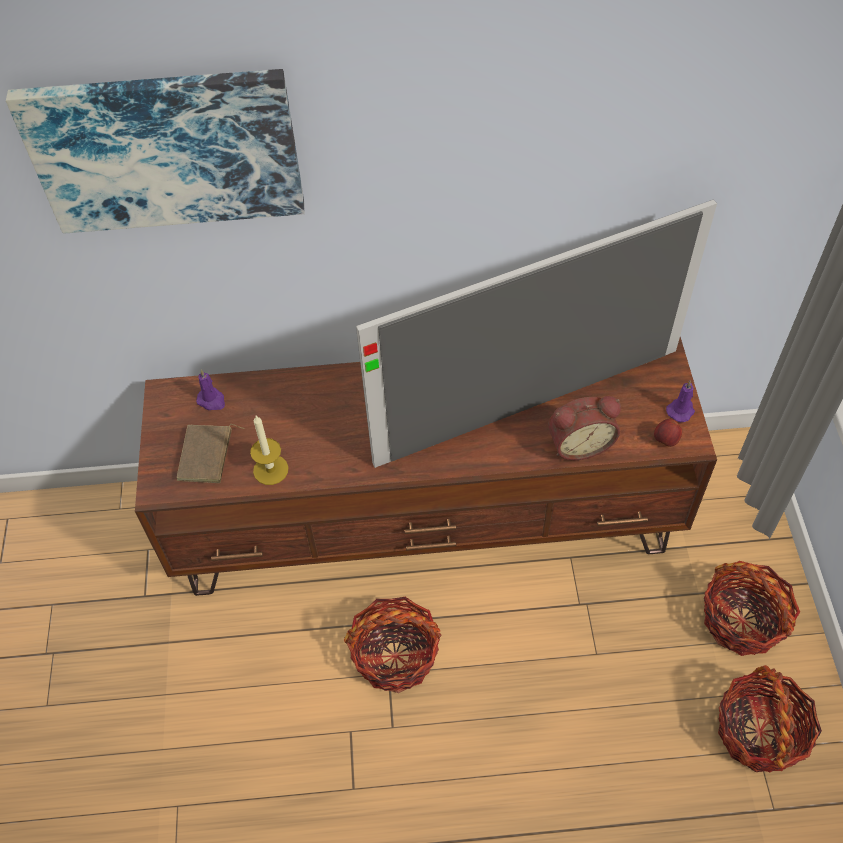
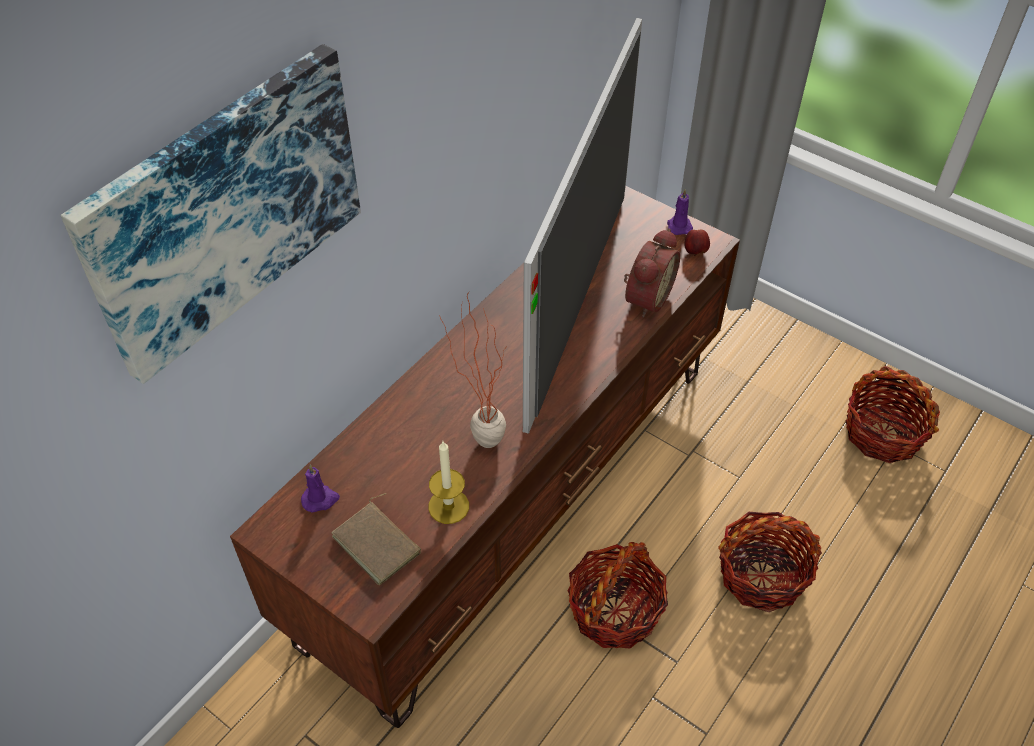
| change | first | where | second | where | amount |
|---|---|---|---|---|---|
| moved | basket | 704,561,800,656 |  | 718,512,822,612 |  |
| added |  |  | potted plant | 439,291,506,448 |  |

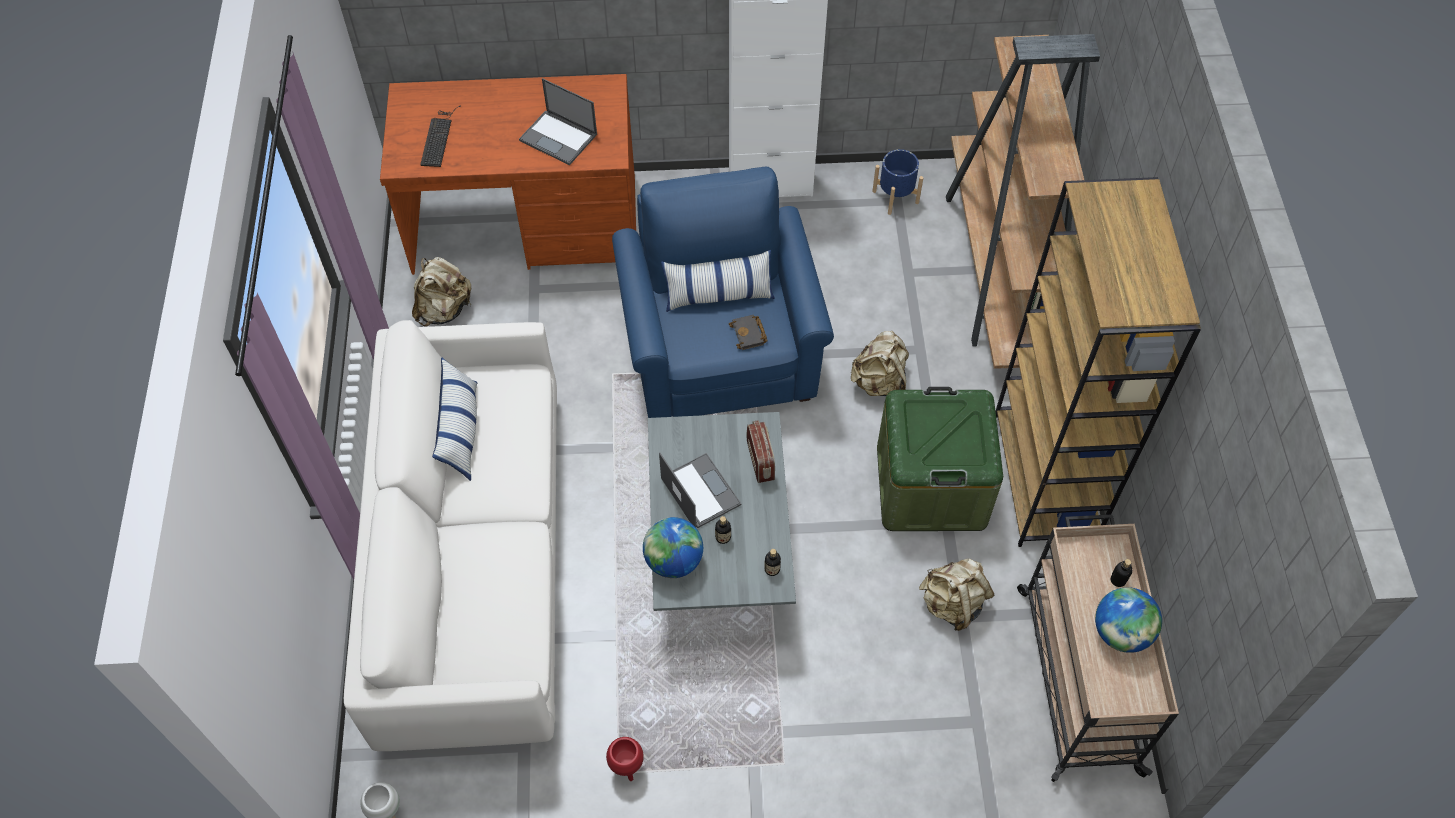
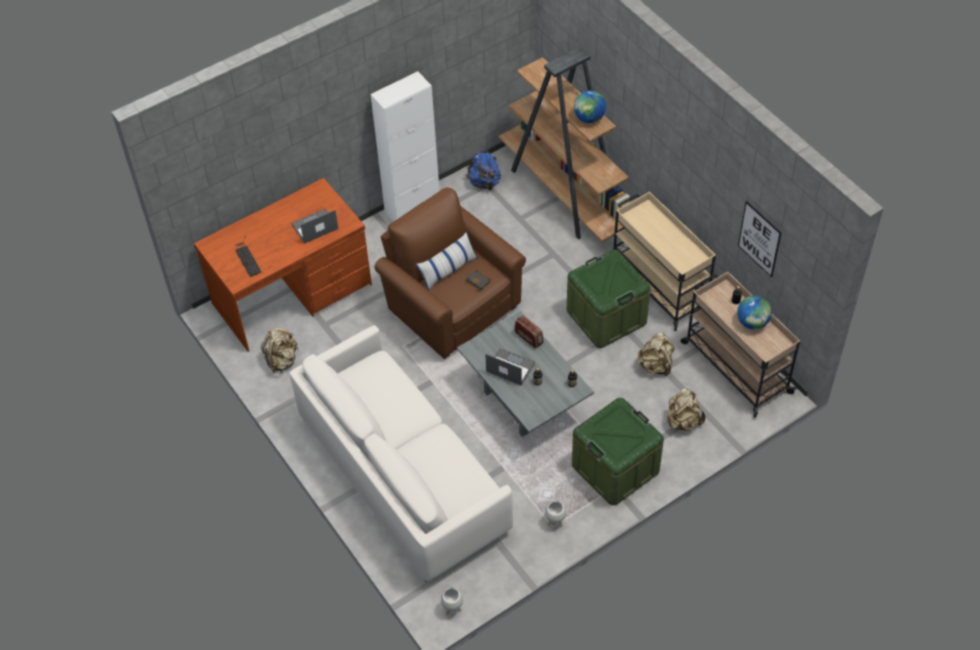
| change | first | where | second | where | amount |
|---|---|---|---|---|---|
| removed | pillow | 432,358,477,481 |  |  |  |
| turned | laptop | 519,78,597,165 |  | 291,209,338,244 | 150 degrees clockwise |
| recoloured | red planter | 606,737,644,781 | white planter | 545,501,566,527 |  |
| recoloured | blue armchair | 612,167,834,418 | brown armchair | 375,188,526,359 |  |
| moved | globe | 643,517,703,578 |  | 574,91,606,123 |  |
| moved | beige backpack | 851,331,909,397 |  | 667,388,705,431 |  |
| replaced | blue planter | 872,149,923,215 | blue backpack | 466,148,501,191 |  |
| replaced | brown bookcase | 996,177,1201,547 | beige cart | 613,192,716,331 |  |
| added |  |  | green storage box | 572,398,664,505 |  |
| added |  |  | picture | 738,201,781,277 |  |

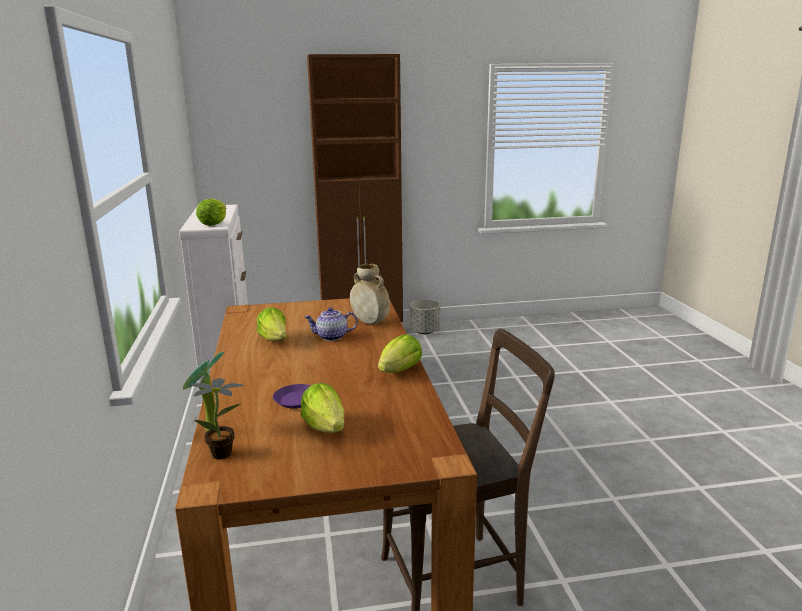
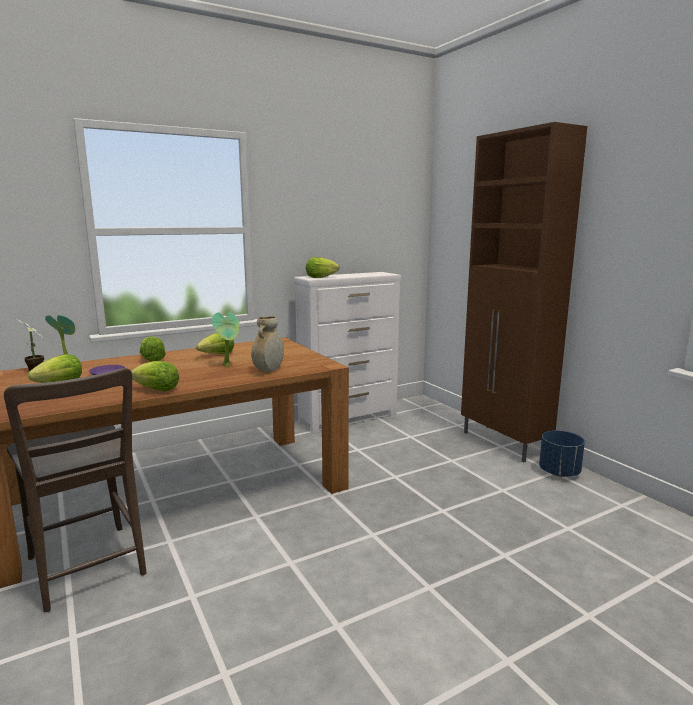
| change | first | where | second | where | amount |
|---|---|---|---|---|---|
| replaced | teapot | 305,307,358,341 | potted plant | 212,312,240,367 |  |
| recoloured | grey planter | 409,299,440,334 | blue planter | 539,430,585,477 |  |
| added |  |  | lettuce | 140,337,166,362 |  |

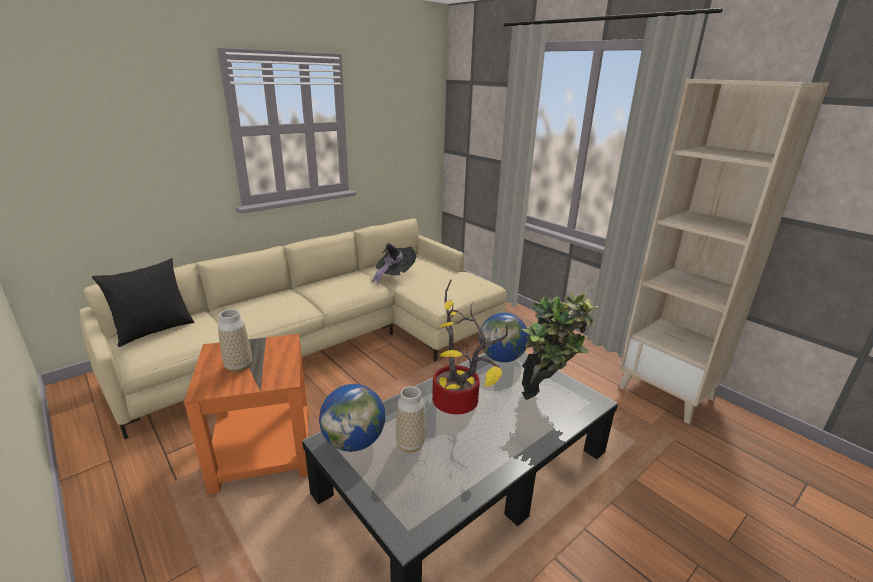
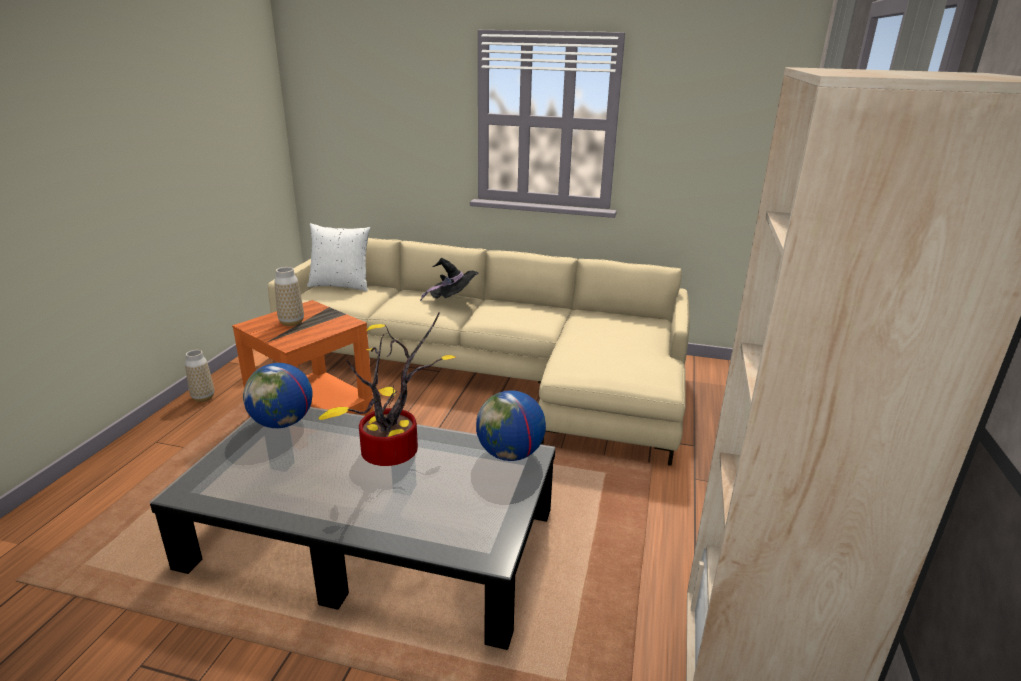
| change | first | where | second | where | amount |
|---|---|---|---|---|---|
| recoloured | black pillow | 92,258,194,347 | white pillow | 307,223,370,291 |  |
| moved | black hat | 372,243,416,284 |  | 420,258,479,301 |  |
| moved | vase | 396,386,425,452 |  | 185,350,214,402 |  |
| removed | potted plant | 522,292,599,400 |  |  |  |

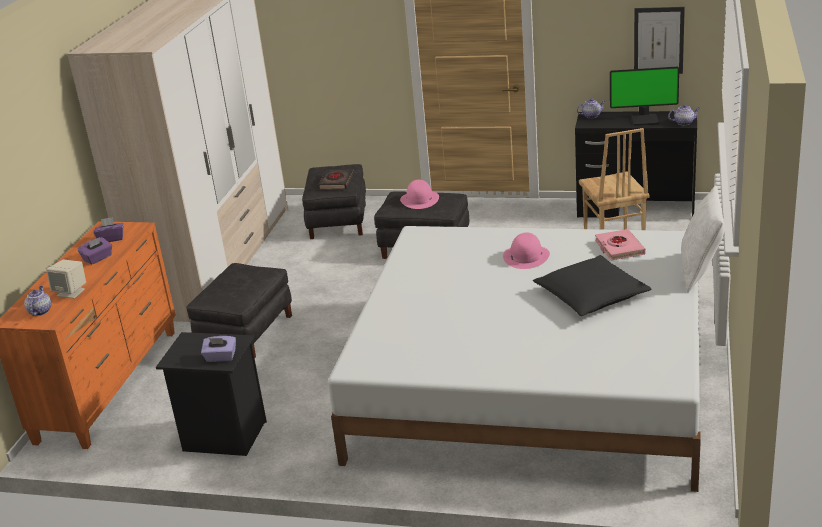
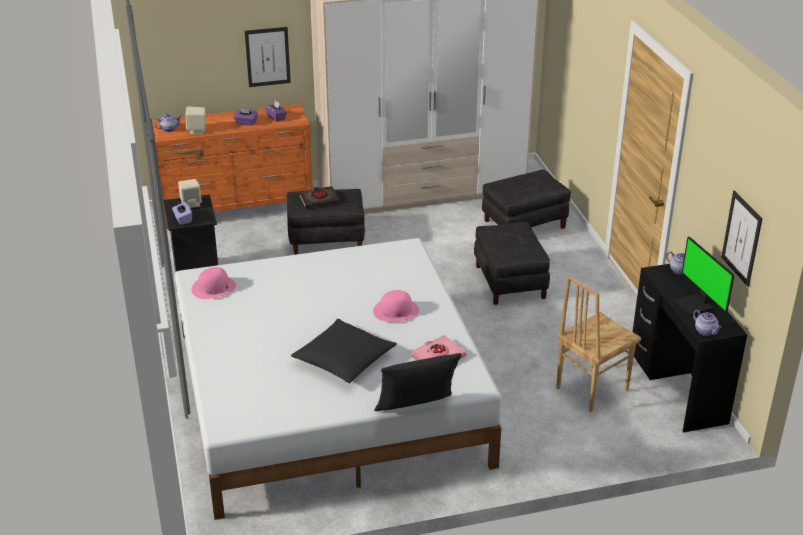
| change | first | where | second | where | amount |
|---|---|---|---|---|---|
| moved | black book | 318,169,354,189 |  | 299,186,340,208 |  |
| moved | pink hat | 400,180,439,209 |  | 191,267,236,299 |  |
| recoloured | white pillow | 681,185,724,293 | black pillow | 374,353,462,411 |  |
| added |  |  | beige speaker | 178,179,202,208 |  |
| added |  |  | picture | 245,27,291,87 |  |

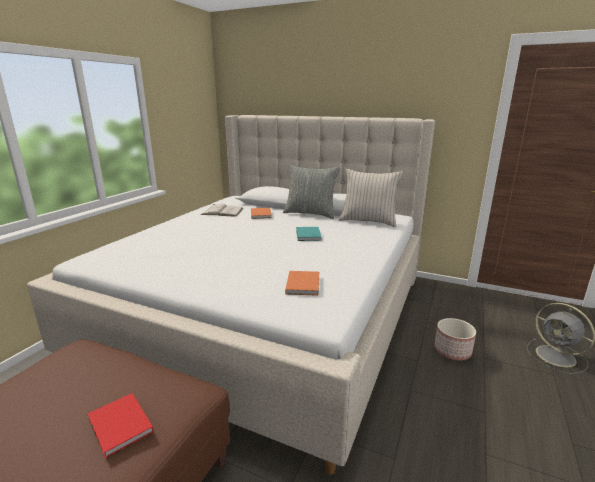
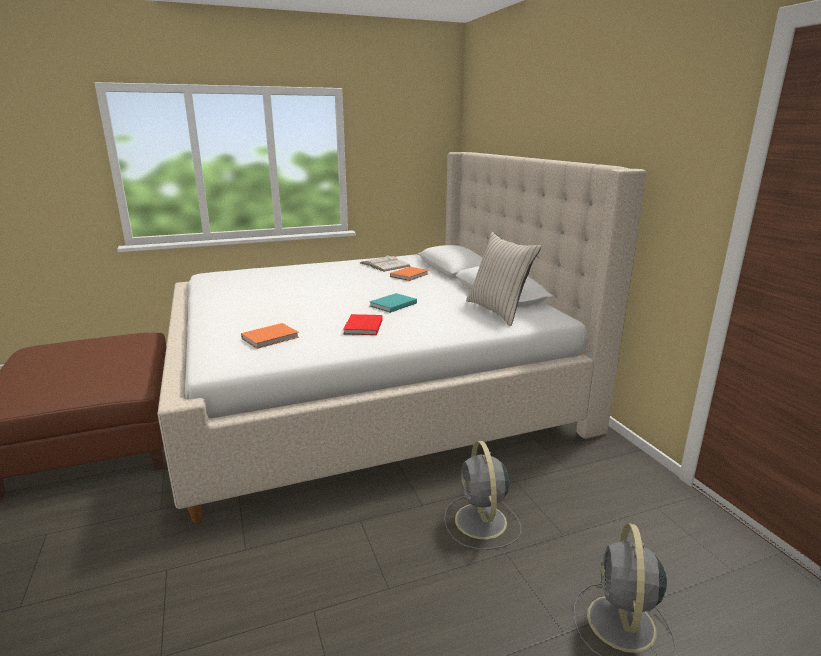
| change | first | where | second | where | amount |
|---|---|---|---|---|---|
| moved | red book | 87,393,154,459 |  | 343,314,383,335 |  |
| removed | grey pillow | 283,164,340,219 |  |  |  |
| replaced | planter | 434,318,476,360 | grey fan | 444,441,521,549 |  |

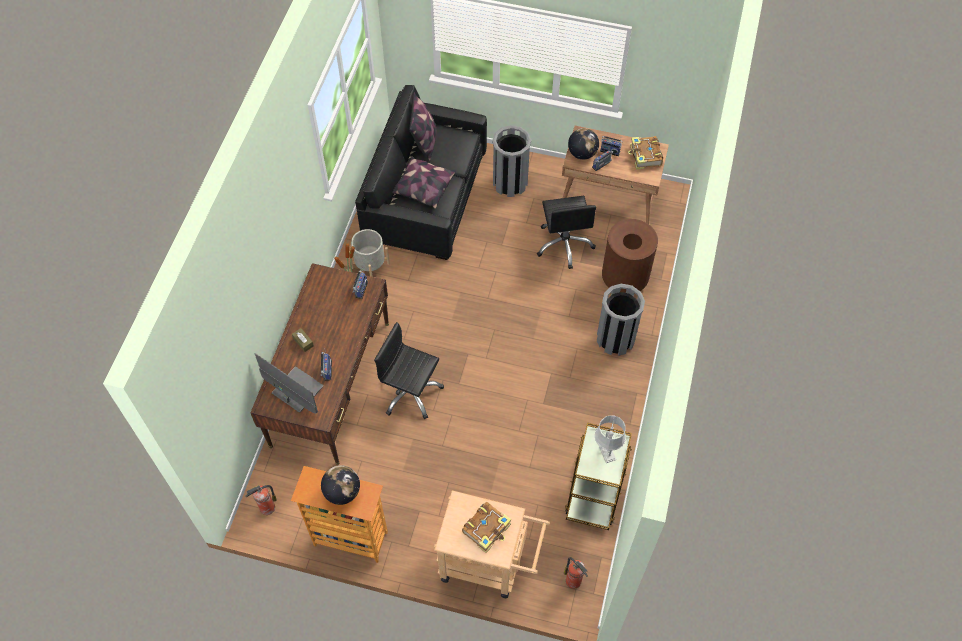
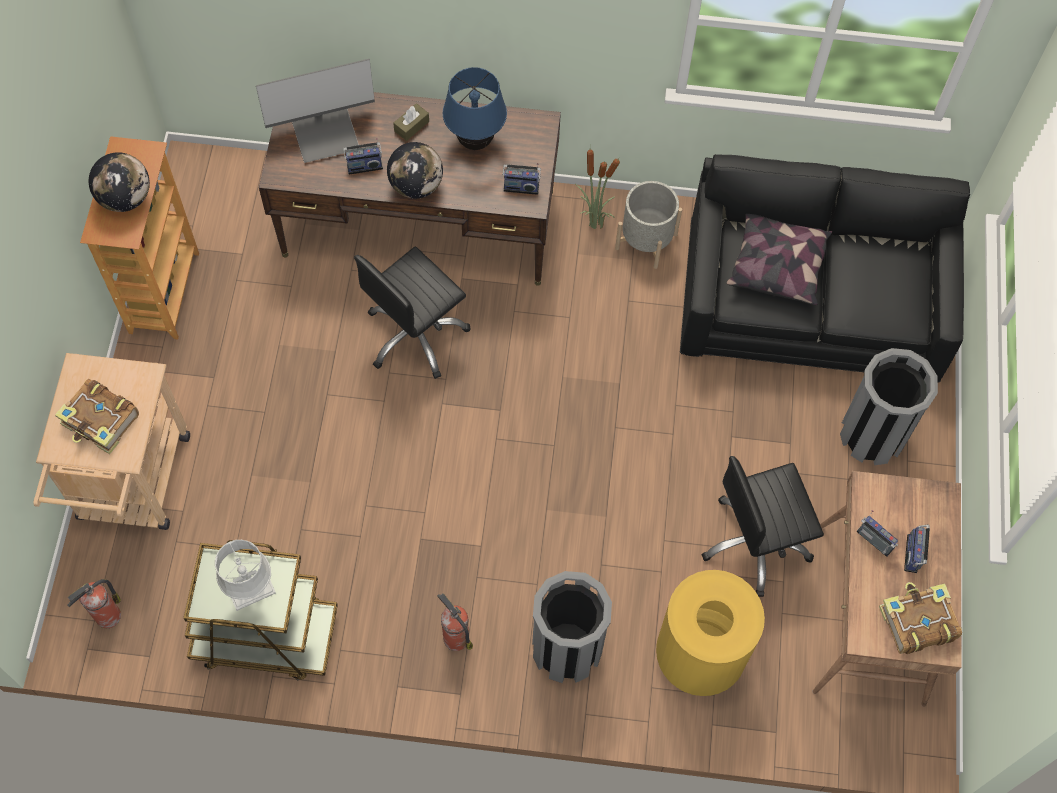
| change | first | where | second | where | amount |
|---|---|---|---|---|---|
| moved | fire extinguisher | 245,485,277,515 |  | 437,593,473,651 |  |
| turned | monitor | 255,353,324,414 |  | 256,59,375,163 | 45 degrees clockwise |
| turned | black office chair | 374,322,444,419 |  | 354,247,471,379 | 150 degrees counterclockwise |
| removed | pillow | 409,92,437,161 |  |  |  |
| moved | globe | 568,128,599,160 |  | 387,142,443,199 |  |
| recoloured | brown trash can | 602,219,658,294 | yellow trash can | 656,570,765,696 |  |
| added |  |  | blue table lamp | 443,67,507,150 |  |

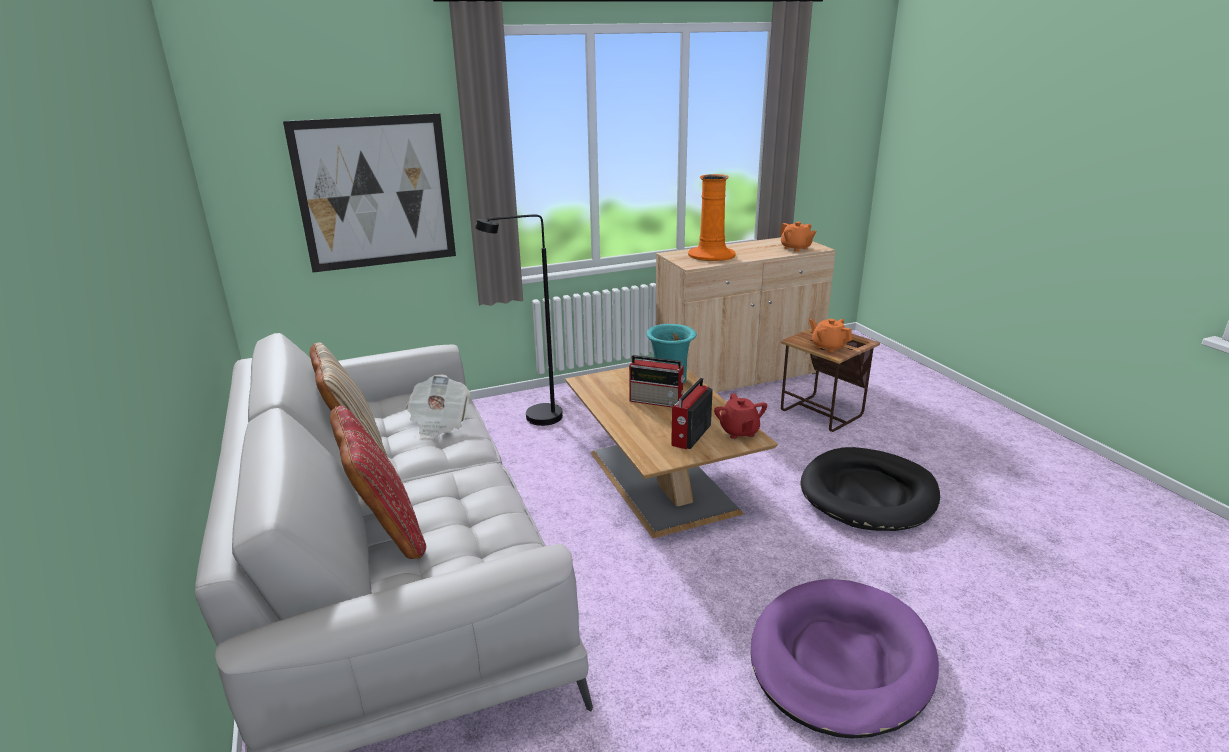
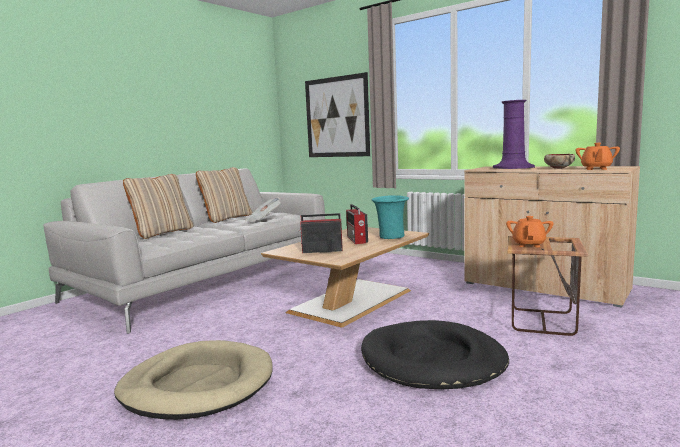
| change | first | where | second | where | amount |
|---|---|---|---|---|---|
| recoloured | red pillow | 330,406,426,559 | beige pillow | 123,174,194,239 |  |
| removed | black floor lamp | 475,214,563,426 |  |  |  |
| recoloured | orange vase | 688,174,736,261 | purple vase | 493,100,535,169 |  |
| removed | red teapot | 714,394,767,439 |  |  |  |
| recoloured | purple dog bed | 751,579,939,739 | beige dog bed | 114,340,273,420 |  |
| added |  |  | bowl | 544,154,575,169 |  |

